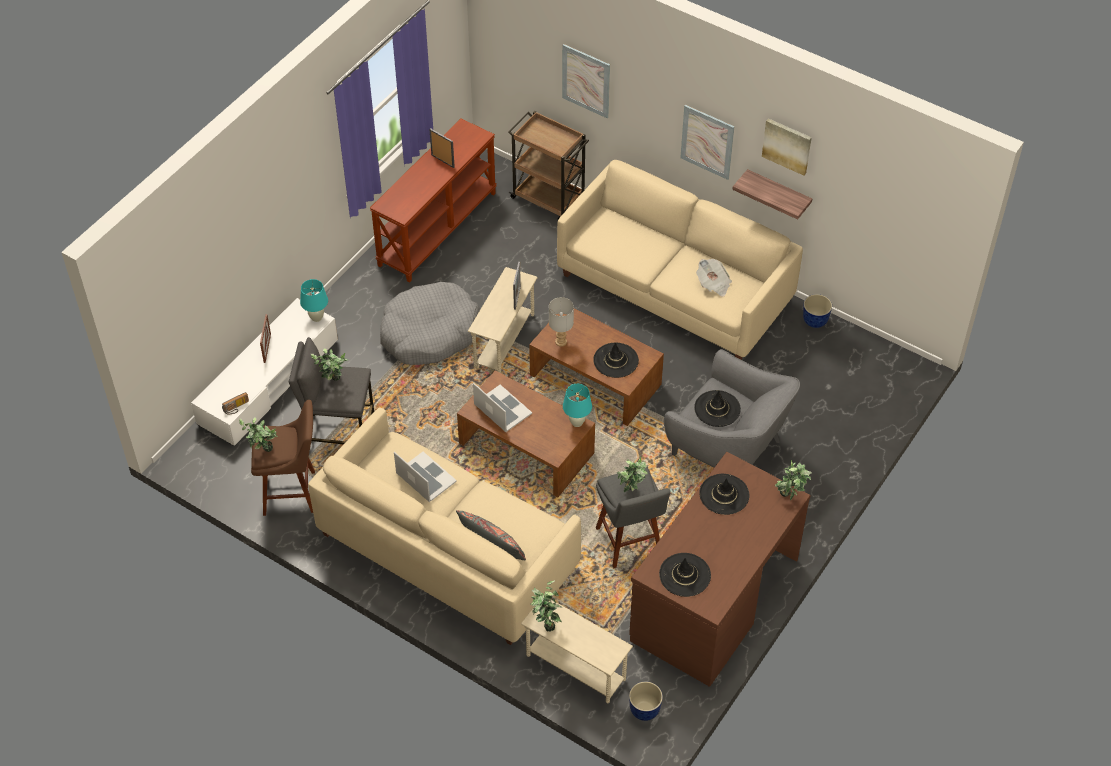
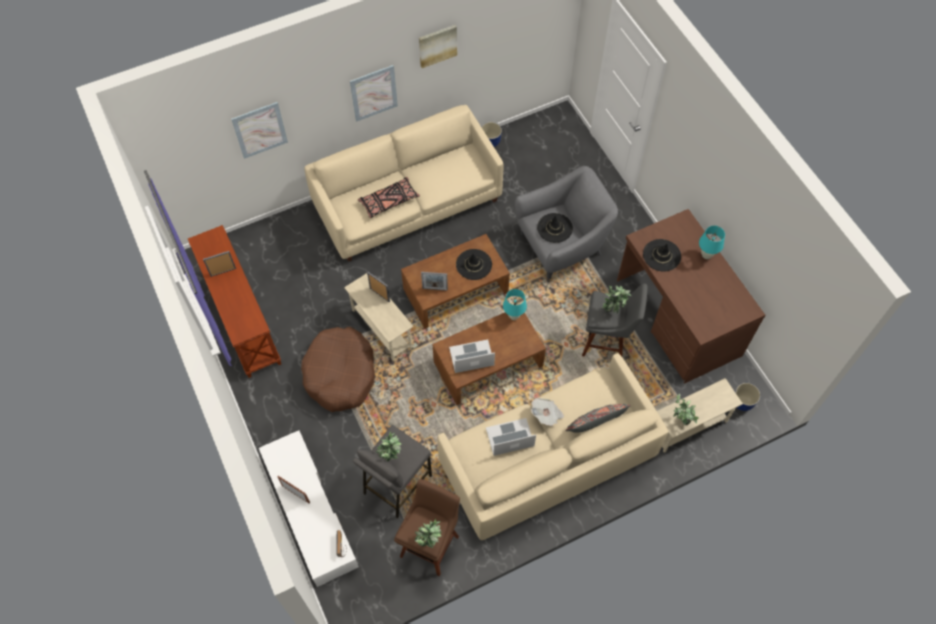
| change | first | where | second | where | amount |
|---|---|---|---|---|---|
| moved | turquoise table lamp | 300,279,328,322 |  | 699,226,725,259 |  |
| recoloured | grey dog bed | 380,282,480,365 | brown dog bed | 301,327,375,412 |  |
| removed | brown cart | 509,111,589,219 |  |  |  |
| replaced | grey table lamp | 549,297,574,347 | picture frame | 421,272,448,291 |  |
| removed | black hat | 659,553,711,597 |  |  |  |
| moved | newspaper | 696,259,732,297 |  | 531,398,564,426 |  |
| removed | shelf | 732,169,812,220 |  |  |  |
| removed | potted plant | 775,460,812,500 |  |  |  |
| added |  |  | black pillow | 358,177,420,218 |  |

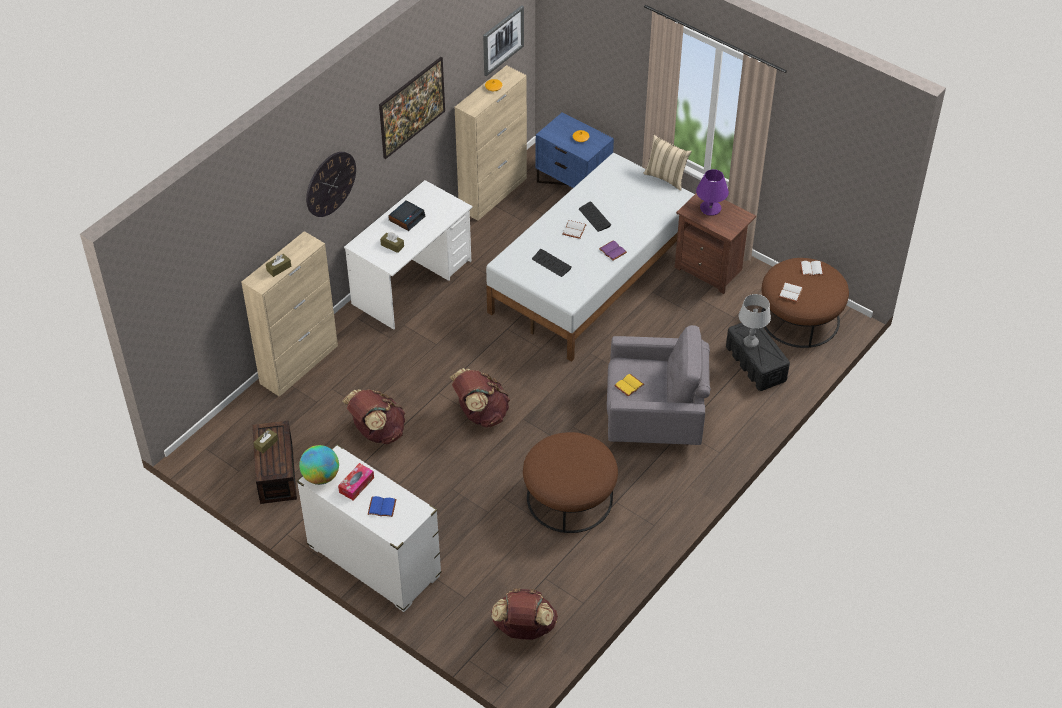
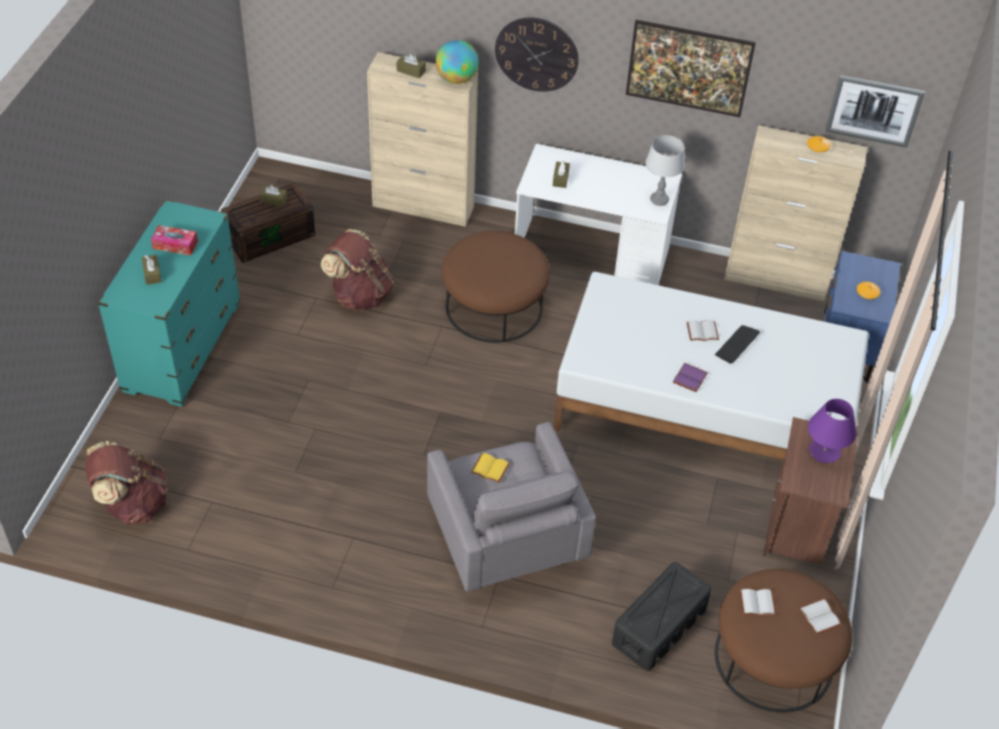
| change | first | where | second | where | amount |
|---|---|---|---|---|---|
| recoloured | white dresser | 297,444,442,612 | turquoise dresser | 98,199,240,407 |  |
| moved | globe | 299,445,339,485 |  | 435,40,478,84 |  |
| replaced | blue book | 368,496,396,517 | brown tissue box | 141,255,161,285 |  |
| removed | alarm clock | 388,200,425,231 |  |  |  |
| removed | brown backpack | 450,368,510,427 |  |  |  |
| moved | brown ottoman | 523,432,618,533 |  | 442,231,550,343 |  |
| removed | keyboard | 532,249,572,277 |  |  |  |
| removed | beige pillow | 643,135,692,191 |  |  |  |
| moved | grey table lamp | 739,294,771,348 |  | 645,135,685,206 |  |

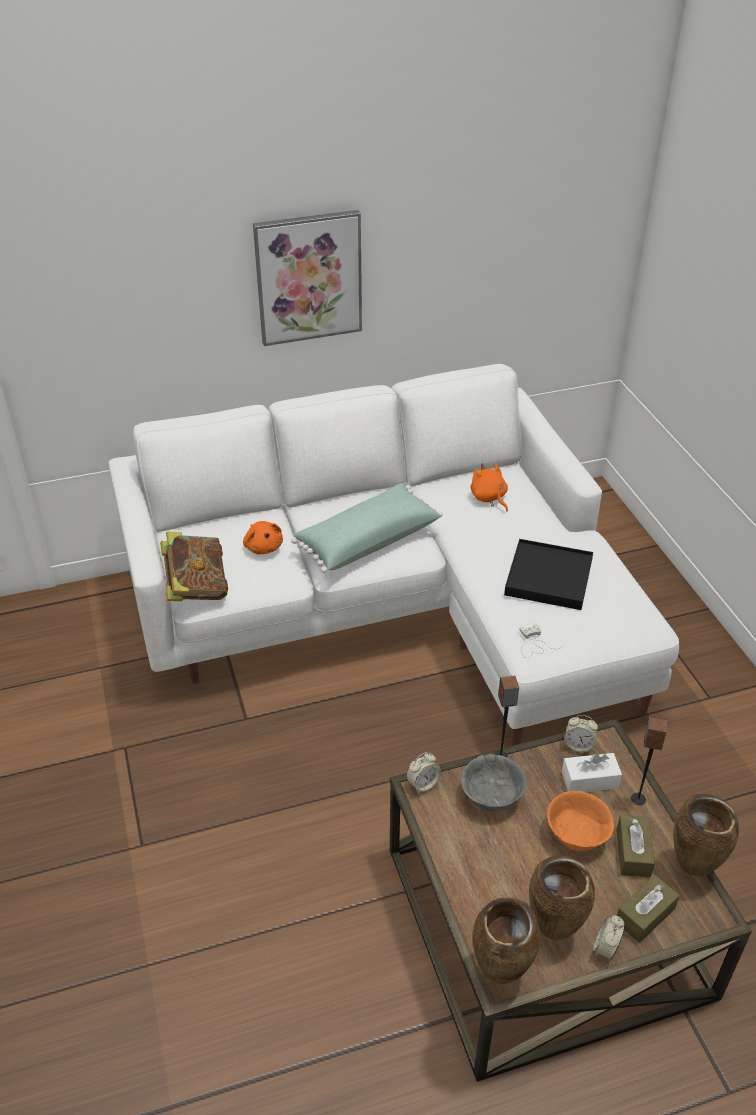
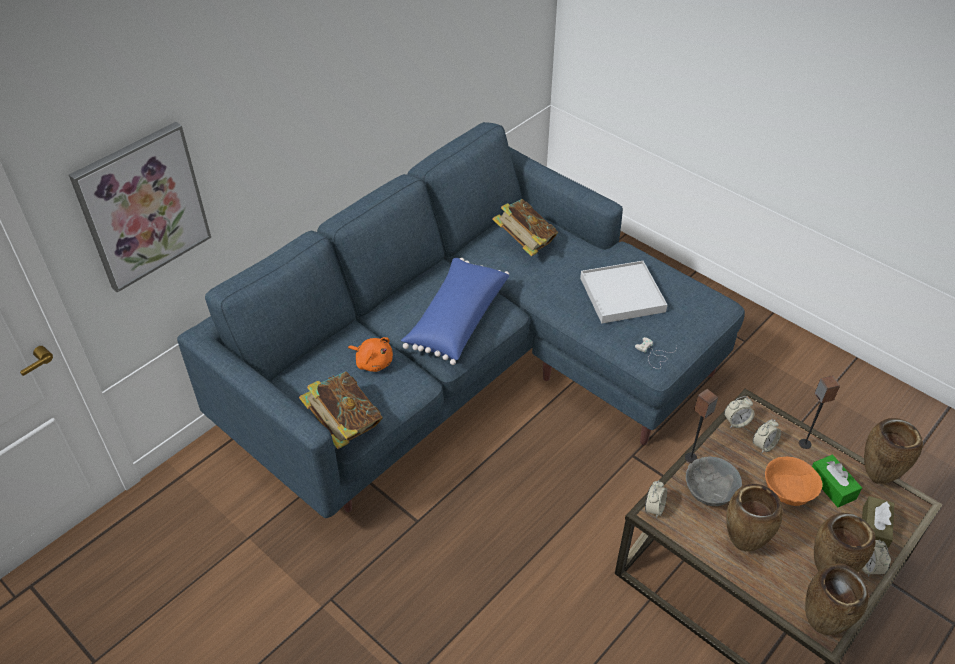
| change | first | where | second | where | amount |
|---|---|---|---|---|---|
| recoloured | white sofa | 108,364,679,746 | blue sofa | 177,122,745,518 |  |
| moved | picture | 253,210,362,346 |  | 69,122,211,293 |  |
| recoloured | green pillow | 291,483,443,573 | blue pillow | 401,258,509,365 |  |
| replaced | orange plush toy | 471,462,508,511 | book | 492,199,558,256 |  |
| recoloured | black tray | 504,539,593,610 | white tray | 580,261,667,323 |  |
| replaced | white tissue box | 562,753,622,792 | alarm clock | 753,419,781,453 |  |
| recoloured | brown tissue box | 617,815,655,877 | green tissue box | 812,455,862,507 |  |
| added |  |  | brown vase | 726,484,783,551 |  |

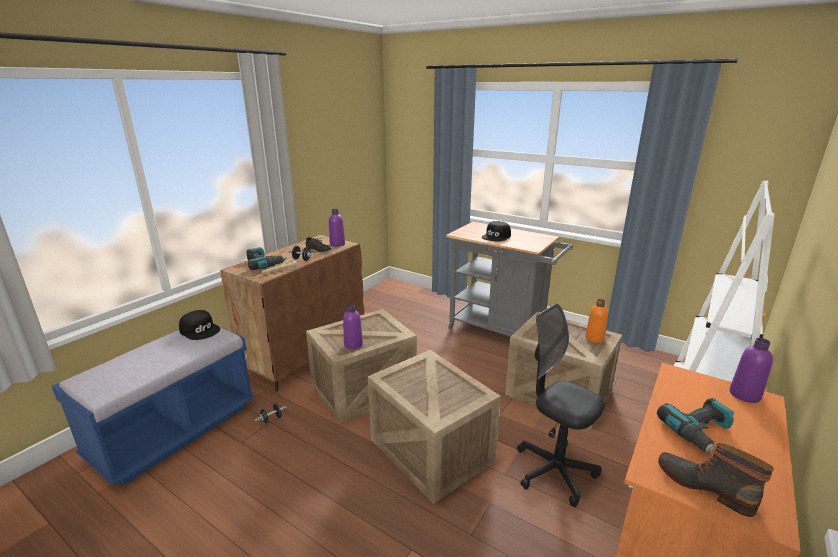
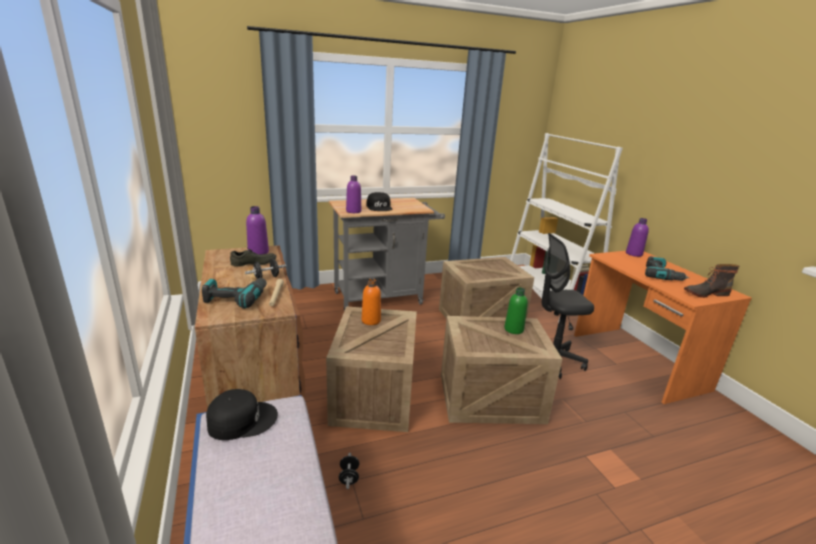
| change | first | where | second | where | amount |
|---|---|---|---|---|---|
| moved | purple bottle | 343,304,363,349 |  | 346,176,361,213 |  |
| moved | orange bottle | 585,299,608,343 |  | 362,278,381,325 |  |
| added |  |  | green bottle | 504,287,528,334 |  |

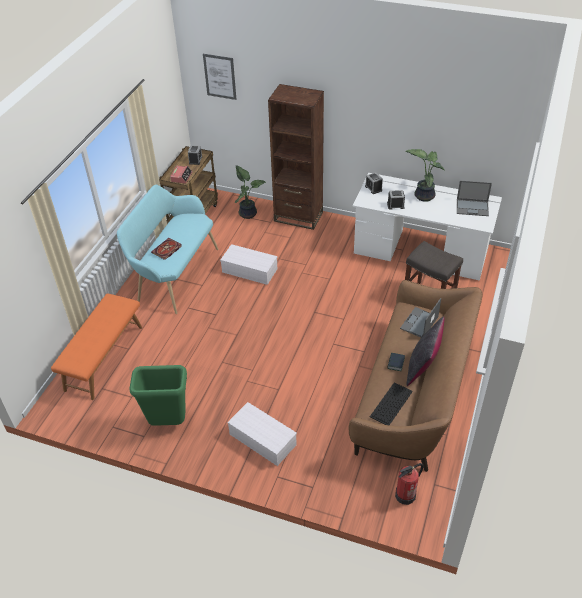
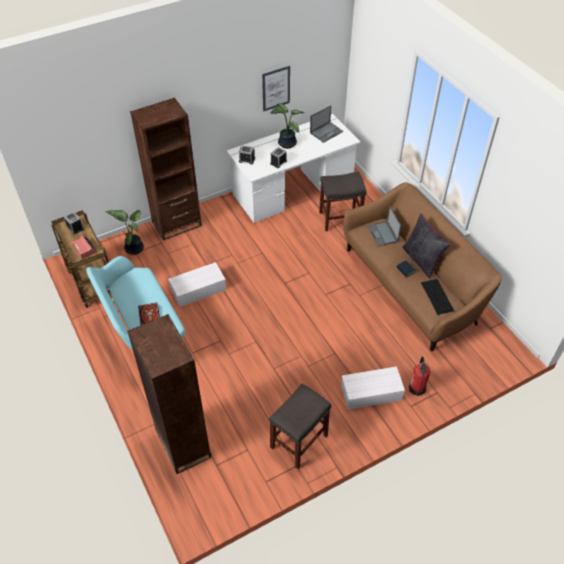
| change | first | where | second | where | amount |
|---|---|---|---|---|---|
| replaced | orange bench | 51,293,142,400 | brown bookcase | 127,314,211,474 |  |
| replaced | green trash can | 130,365,187,426 | grey stool | 269,384,331,469 |  |
| moved | picture | 203,54,236,100 |  | 262,66,290,111 |  |
| moved | fire extinguisher | 395,463,423,505 |  | 409,356,431,396 |  |

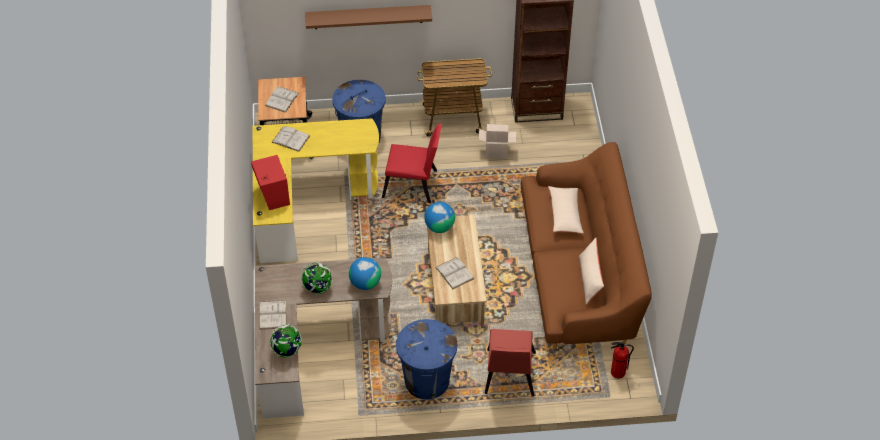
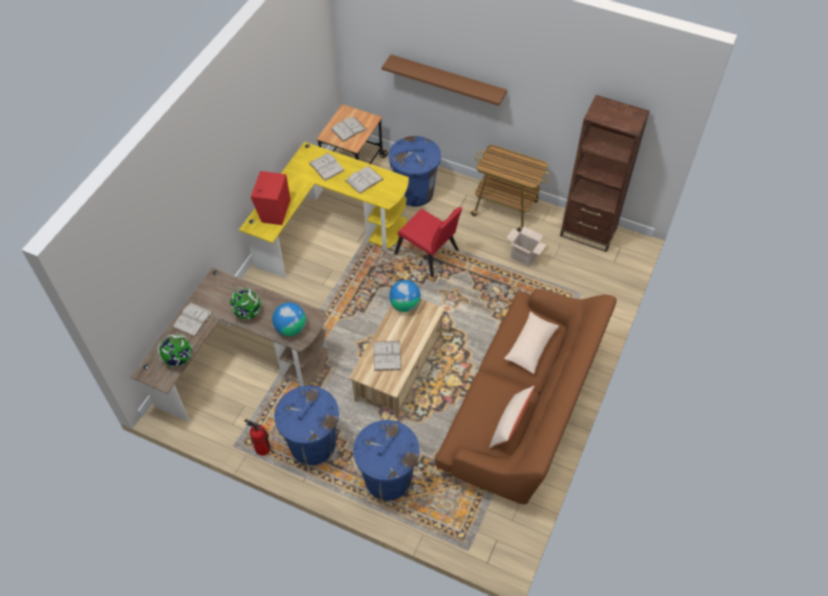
| change | first | where | second | where | amount |
|---|---|---|---|---|---|
| replaced | red chair | 485,329,536,397 | blue trash can | 353,420,419,501 |  |
| moved | fire extinguisher | 611,341,634,379 |  | 244,419,271,456 |  |
| added |  |  | white book | 345,166,383,194 |  |

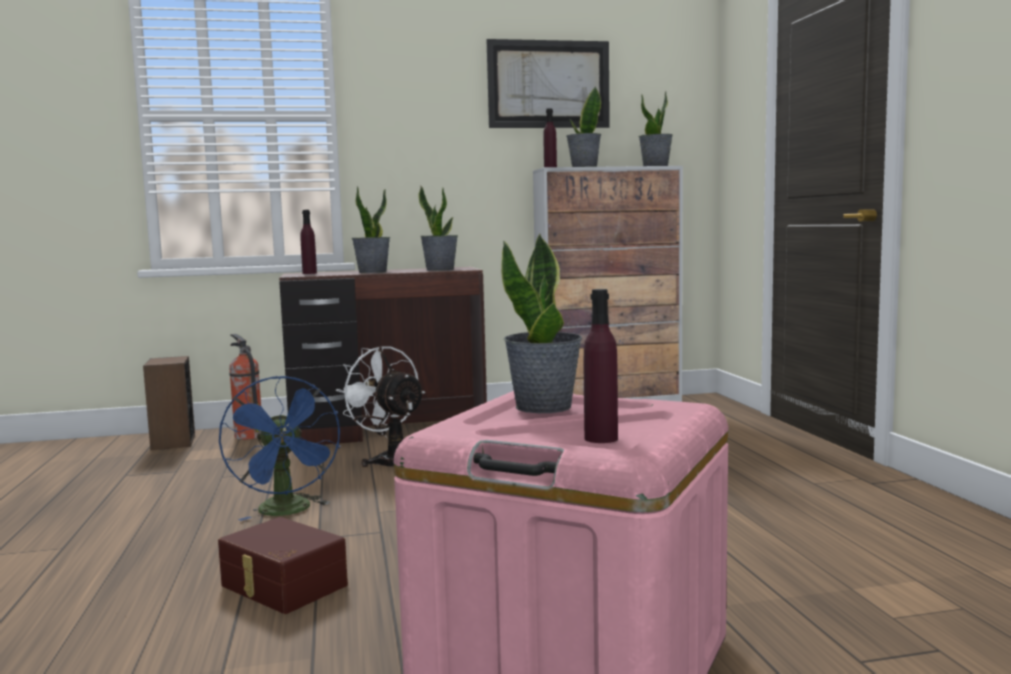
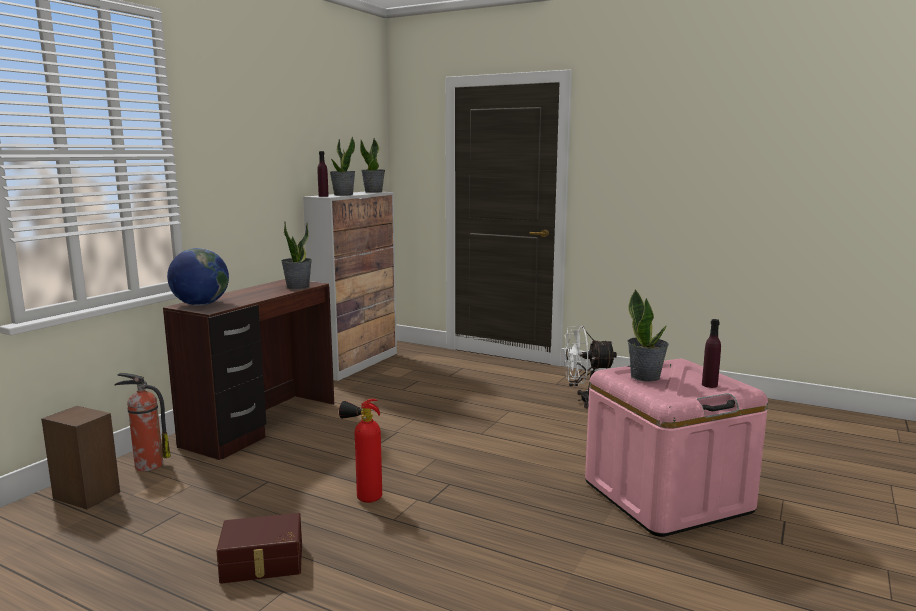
| change | first | where | second | where | amount |
|---|---|---|---|---|---|
| moved | brown storage box | 218,517,348,614 |  | 216,513,302,584 |  |
| replaced | blue fan | 219,376,340,521 | fire extinguisher | 339,399,382,503 |  |
| replaced | purple bottle | 300,210,317,274 | globe | 167,248,229,306 |  |
| moved | white fan | 336,346,425,467 |  | 564,326,617,408 |  |
| removed | potted plant | 352,186,391,273 |  |  |  |
| removed | picture | 487,39,610,128 |  |  |  |

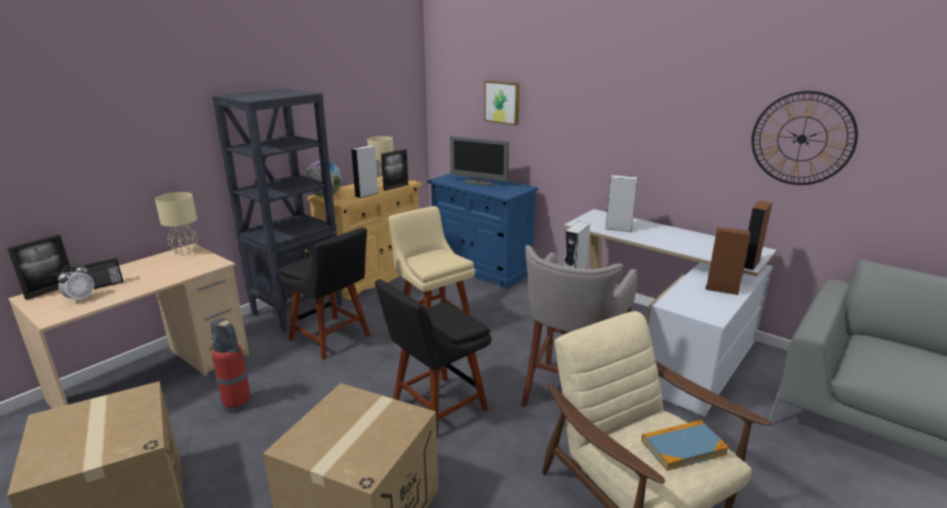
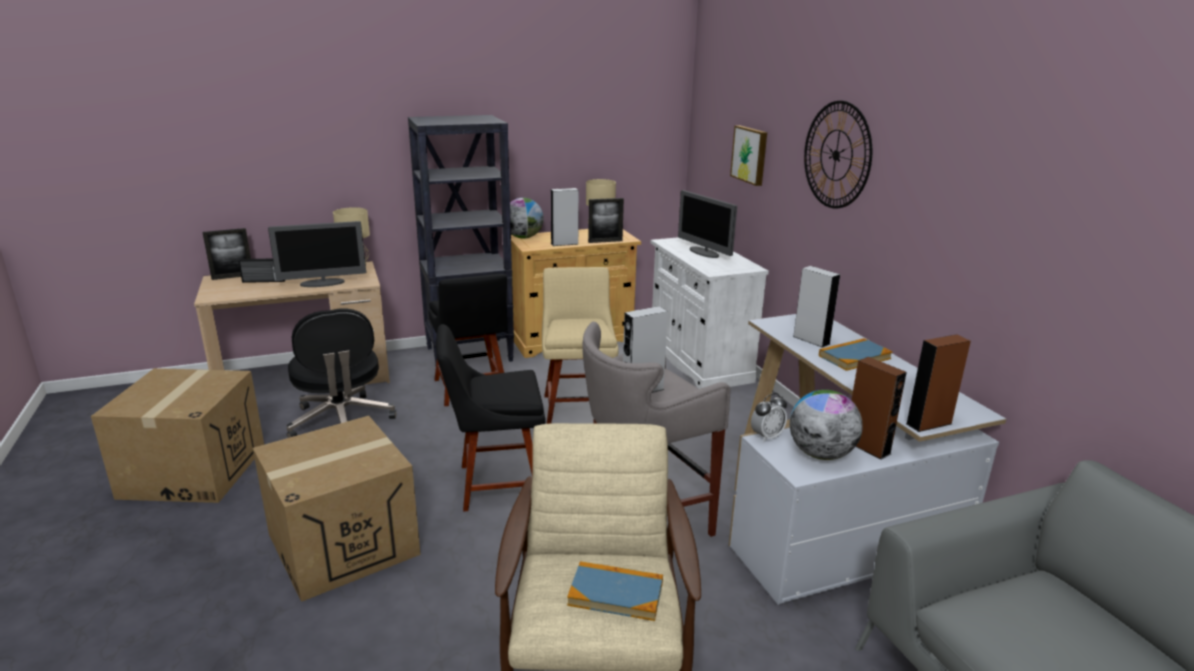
| change | first | where | second | where | amount |
|---|---|---|---|---|---|
| moved | alarm clock | 57,263,94,303 |  | 751,393,787,442 |  |
| replaced | fire extinguisher | 210,318,252,413 | black office chair | 287,308,396,438 |  |
| recoloured | blue cabinet | 427,173,538,289 | white cabinet | 650,237,769,389 |  |
| moved | wall clock | 751,91,858,185 |  | 804,101,872,209 |  |
| added |  |  | monitor | 268,221,366,287 |  |
| added |  |  | globe | 790,390,863,460 |  |
| added |  |  | book | 819,338,892,371 |  |

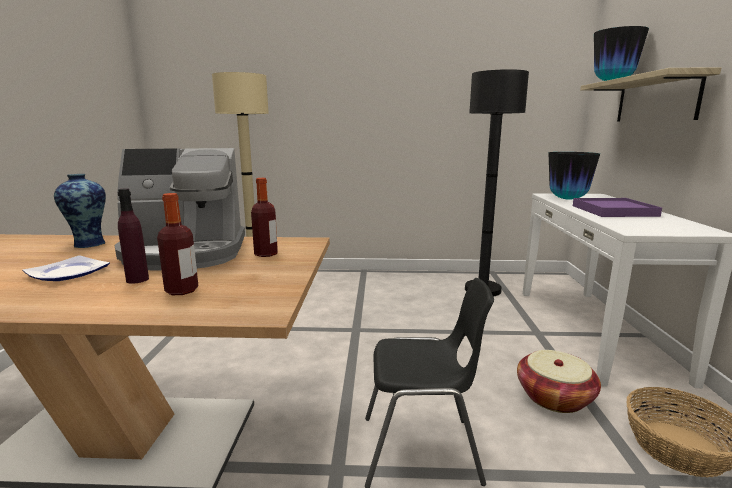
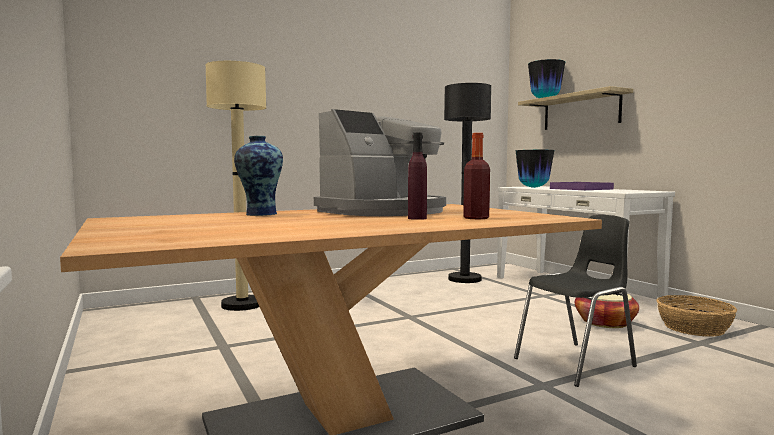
| change | first | where | second | where | amount |
|---|---|---|---|---|---|
| removed | plate | 22,255,110,281 |  |  |  |
| removed | bottle | 251,178,278,257 |  |  |  |

